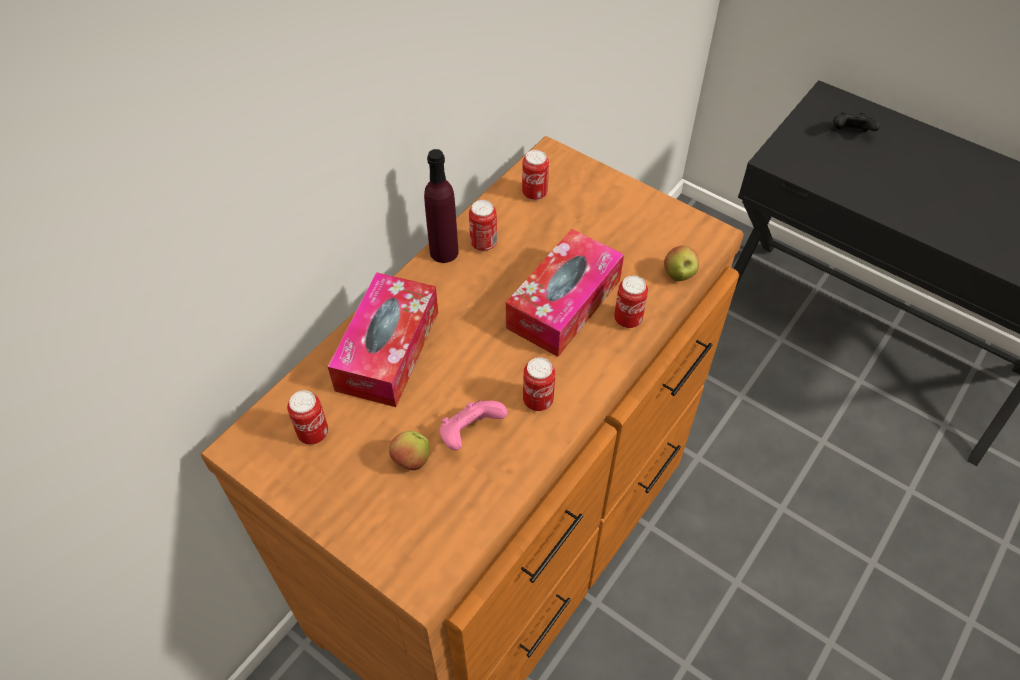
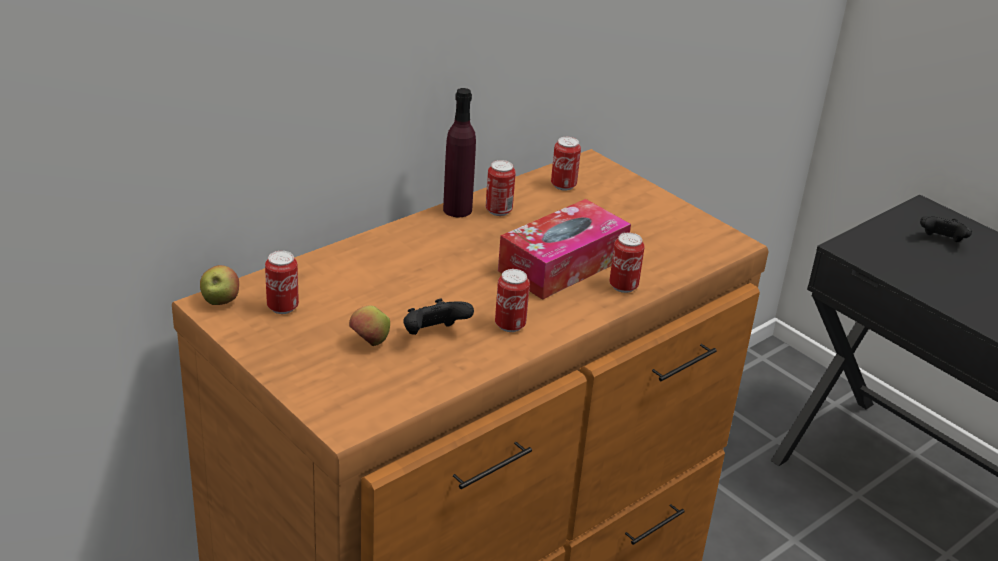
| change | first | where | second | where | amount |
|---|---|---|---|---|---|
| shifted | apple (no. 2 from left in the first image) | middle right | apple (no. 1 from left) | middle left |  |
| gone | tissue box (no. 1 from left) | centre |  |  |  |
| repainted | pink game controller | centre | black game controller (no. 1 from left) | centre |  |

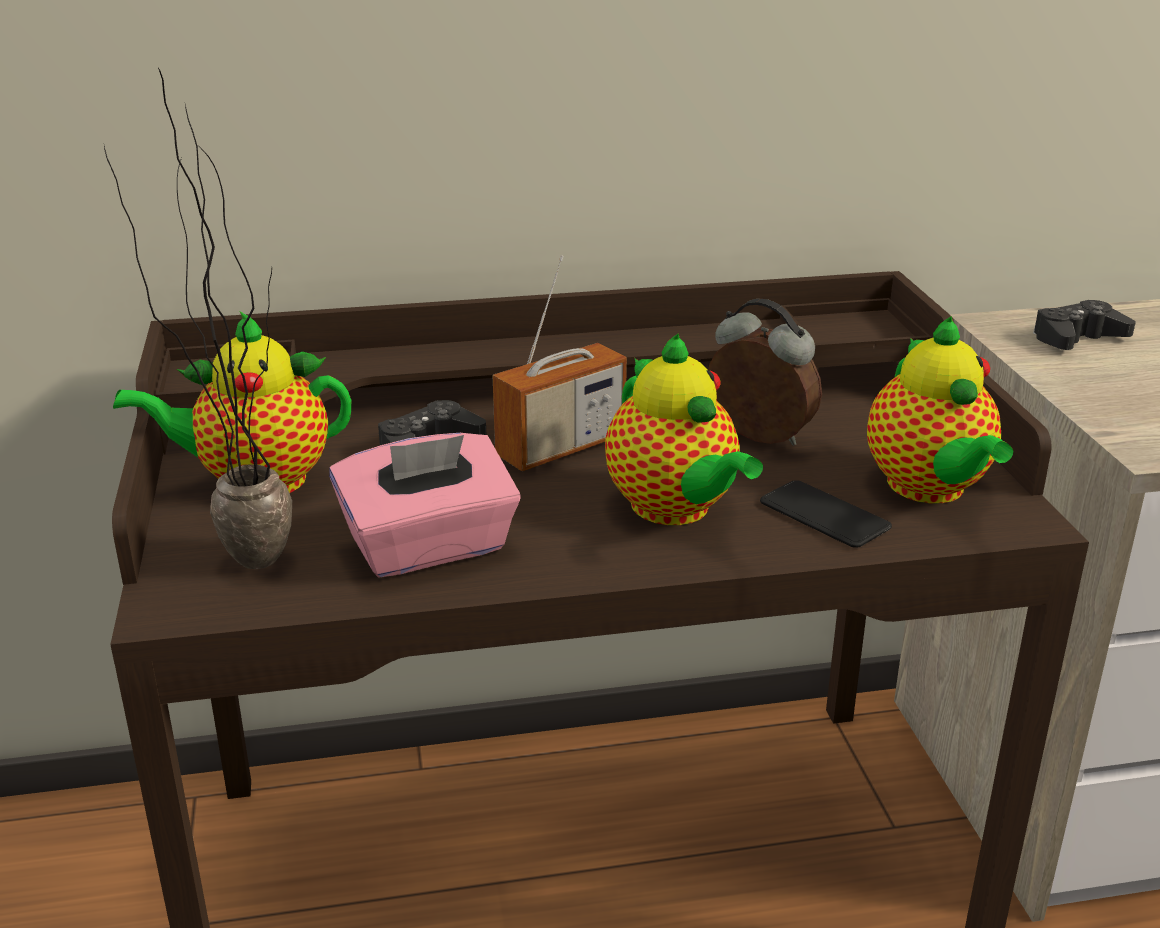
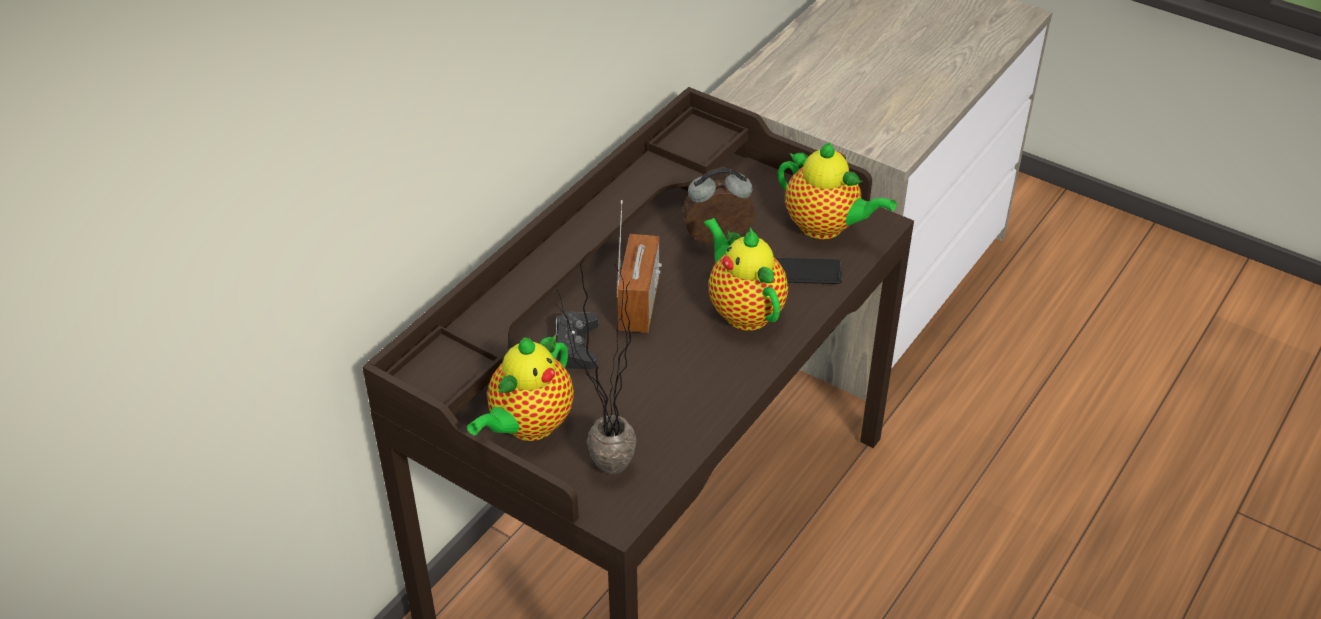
| change | first | where | second | where | amount |
|---|---|---|---|---|---|
| gone | black game controller (no. 2 from left) | middle right |  |  |  |
| rotated | teapot (no. 2 from left) | centre |  | centre | 135 degrees counterclockwise |
| gone | pink tissue box | centre |  |  |  |

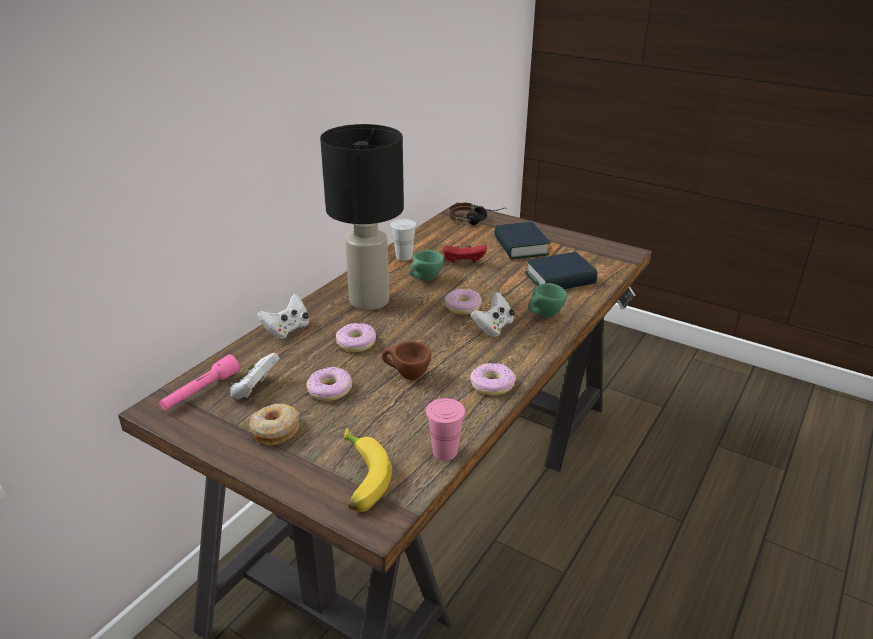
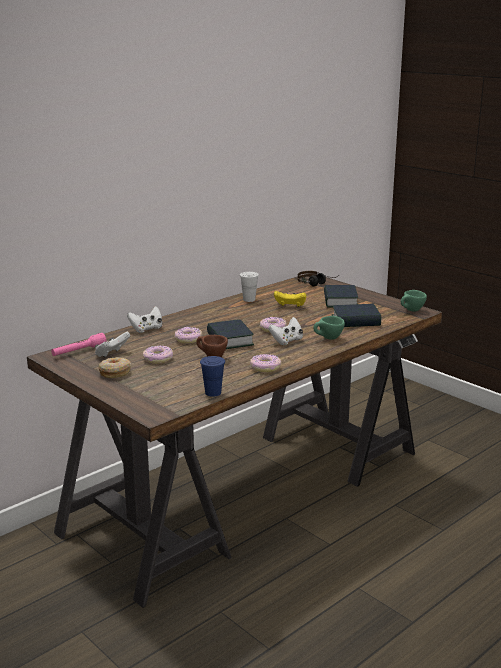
| change | first | where | second | where | amount |
|---|---|---|---|---|---|
| gone | black table lamp | centre |  |  |  |
| repainted | red game controller | centre | yellow game controller | centre |  |
| shifted | green cup (no. 1 from left in the first image) | centre | green cup (no. 2 from left) | middle right |  |
| repainted | pink cup | bottom centre | blue cup | centre |  |
| gone | banana | bottom centre |  |  |  |
| new |  |  | book (no. 1 from left) | centre |  |

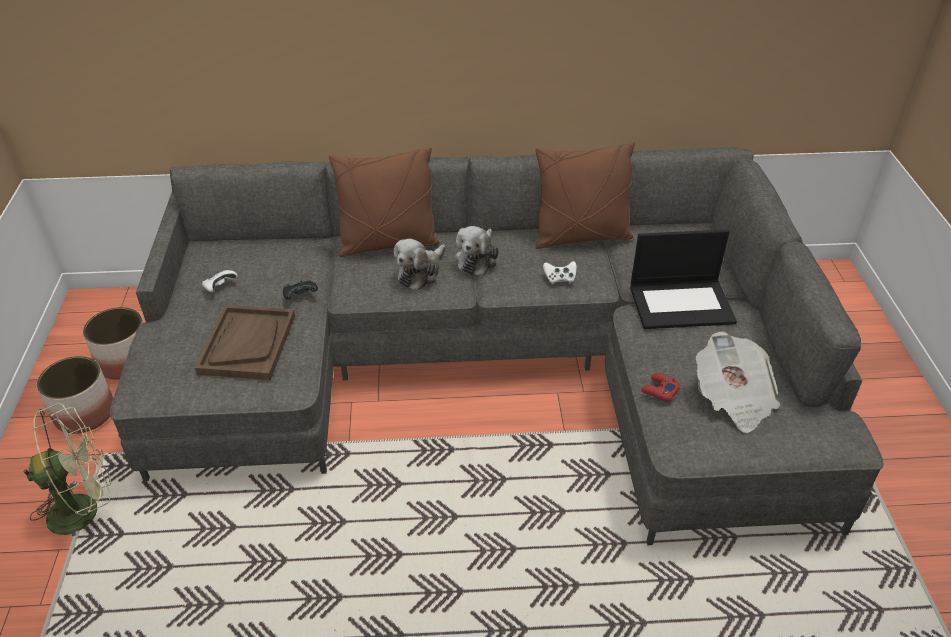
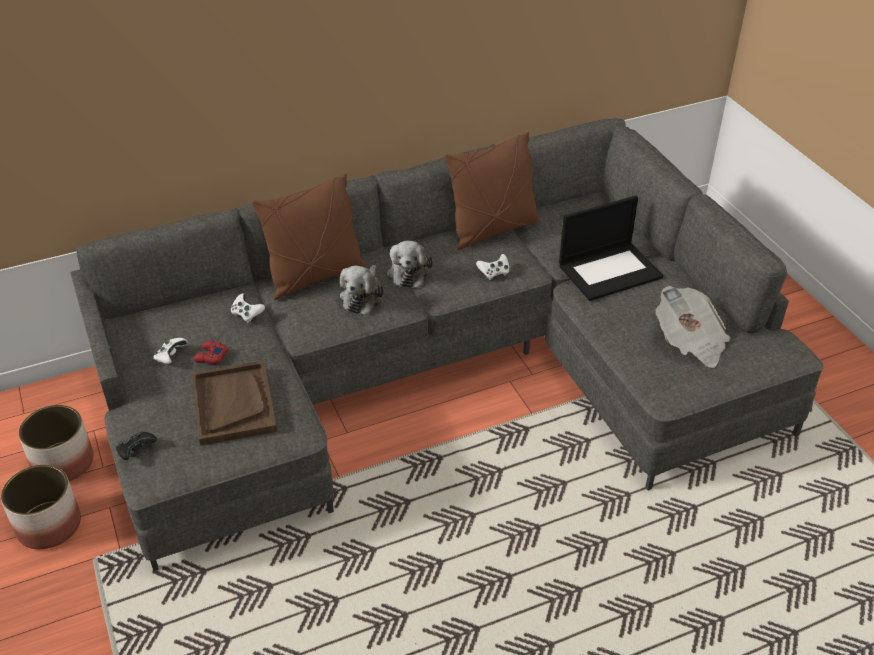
| change | first | where | second | where | amount |
|---|---|---|---|---|---|
| shifted | black game controller | middle left |  | bottom left |  |
| shifted | red game controller | middle right |  | middle left |  |
| gone | green fan | bottom left |  |  |  |
| new |  |  | white game controller (no. 2 from left) | middle left |  |

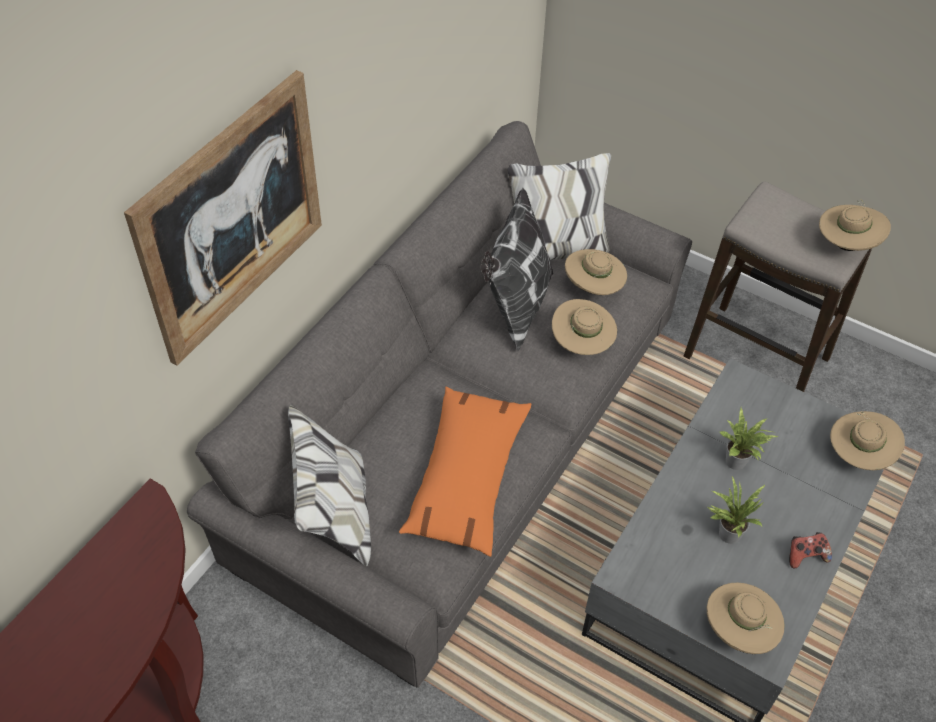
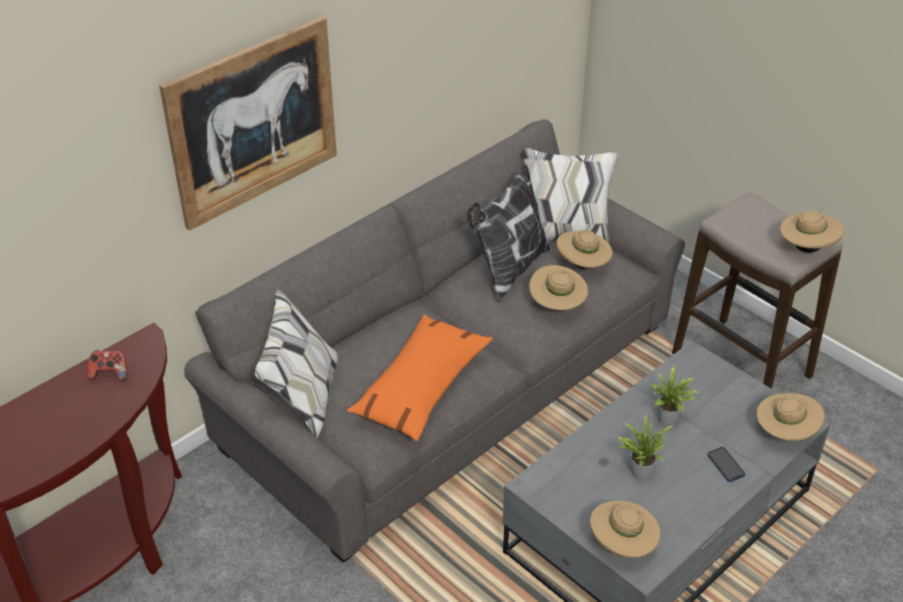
| change | first | where | second | where | amount |
|---|---|---|---|---|---|
| shifted | game controller | bottom right |  | middle left |  |
| new |  |  | phone | bottom right |  |

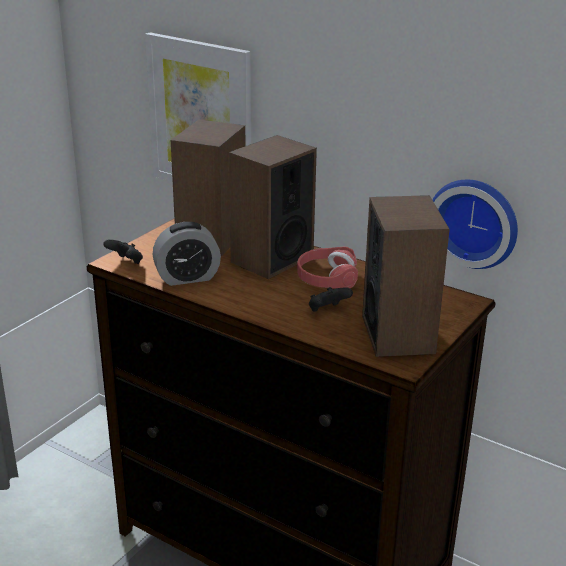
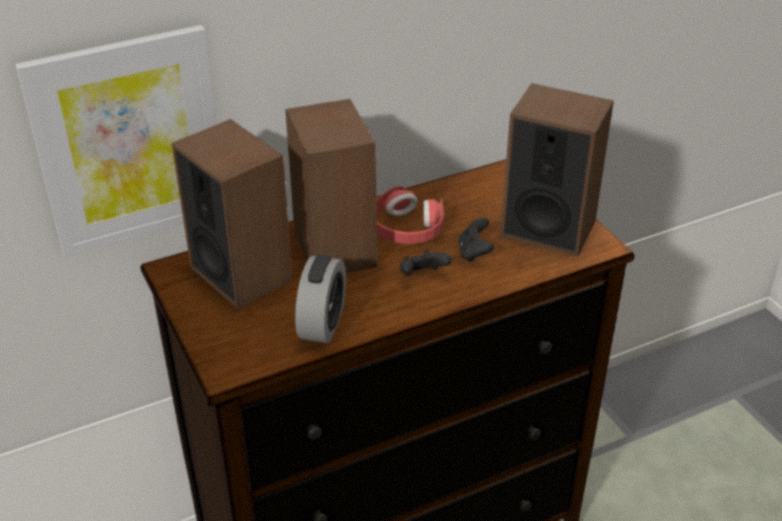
| change | first | where | second | where | amount |
|---|---|---|---|---|---|
| gone | wall clock | middle right |  |  |  |
| shifted | black game controller (no. 1 from left) | middle left |  | centre |  |

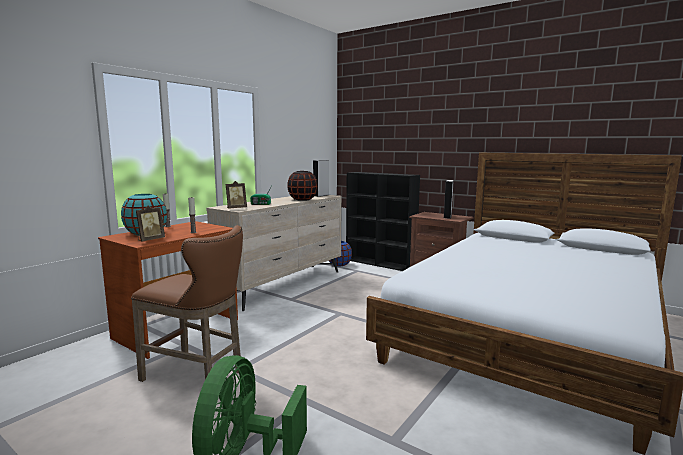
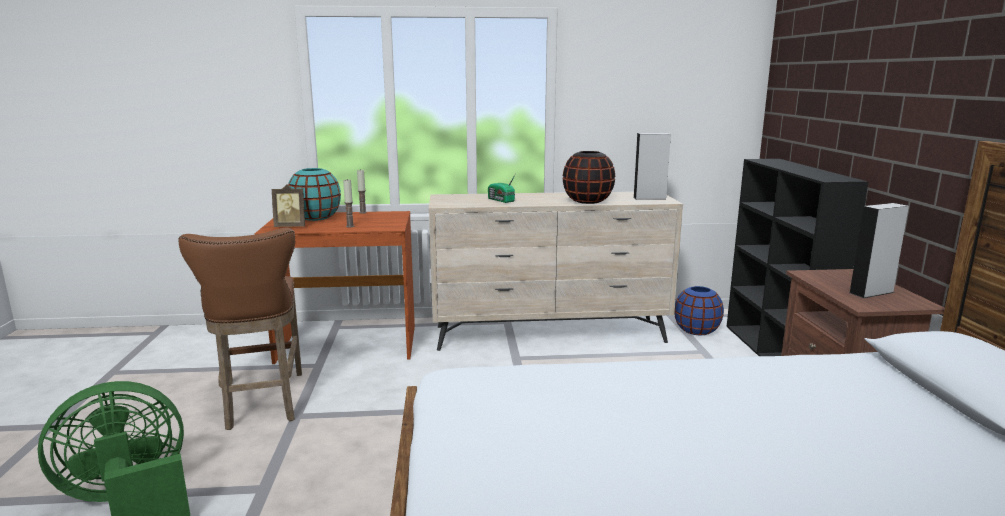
| change | first | where | second | where | amount |
|---|---|---|---|---|---|
| gone | picture frame (no. 2 from left) | centre |  |  |  |

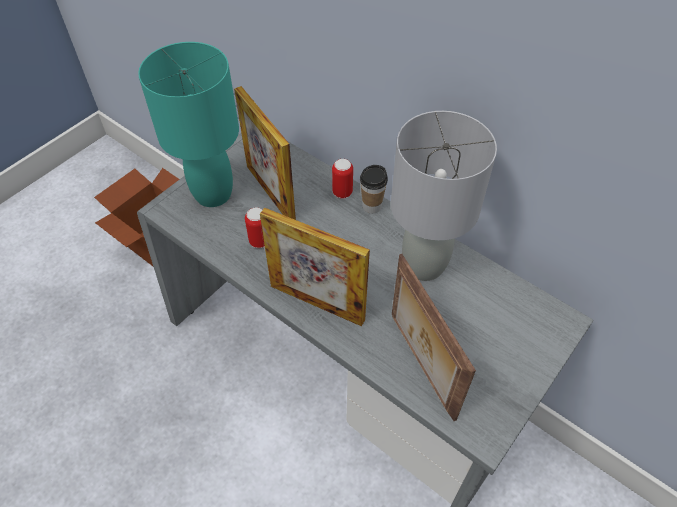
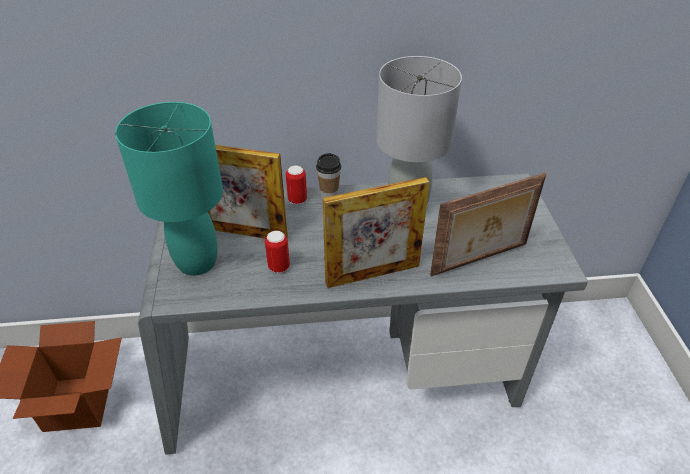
| change | first | where | second | where | amount |
|---|---|---|---|---|---|
| rotated | picture frame (no. 3 from left) | centre |  | middle right | 45 degrees counterclockwise |

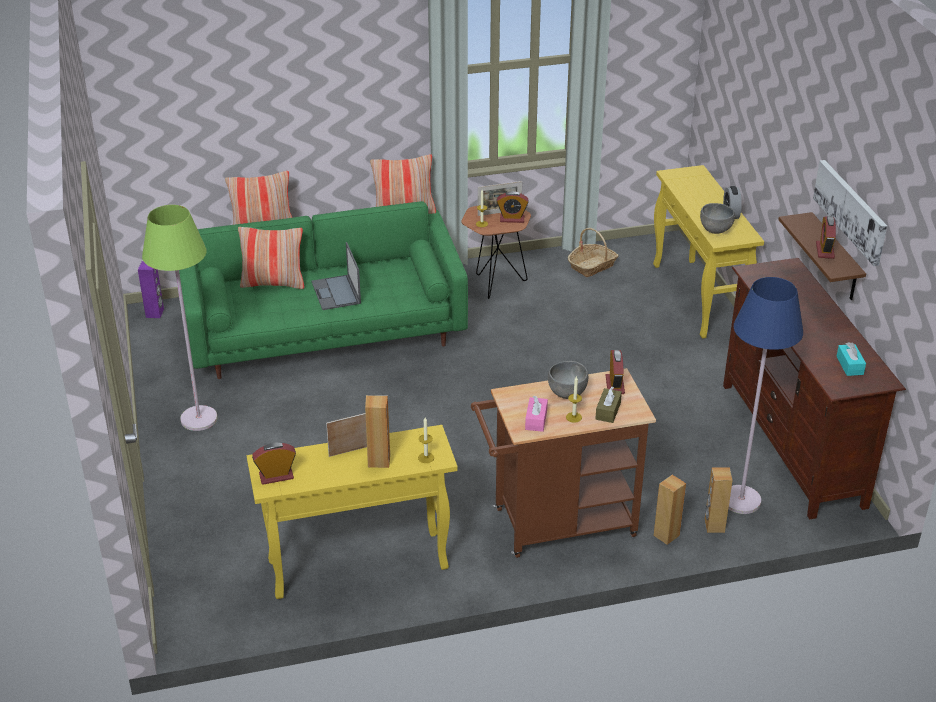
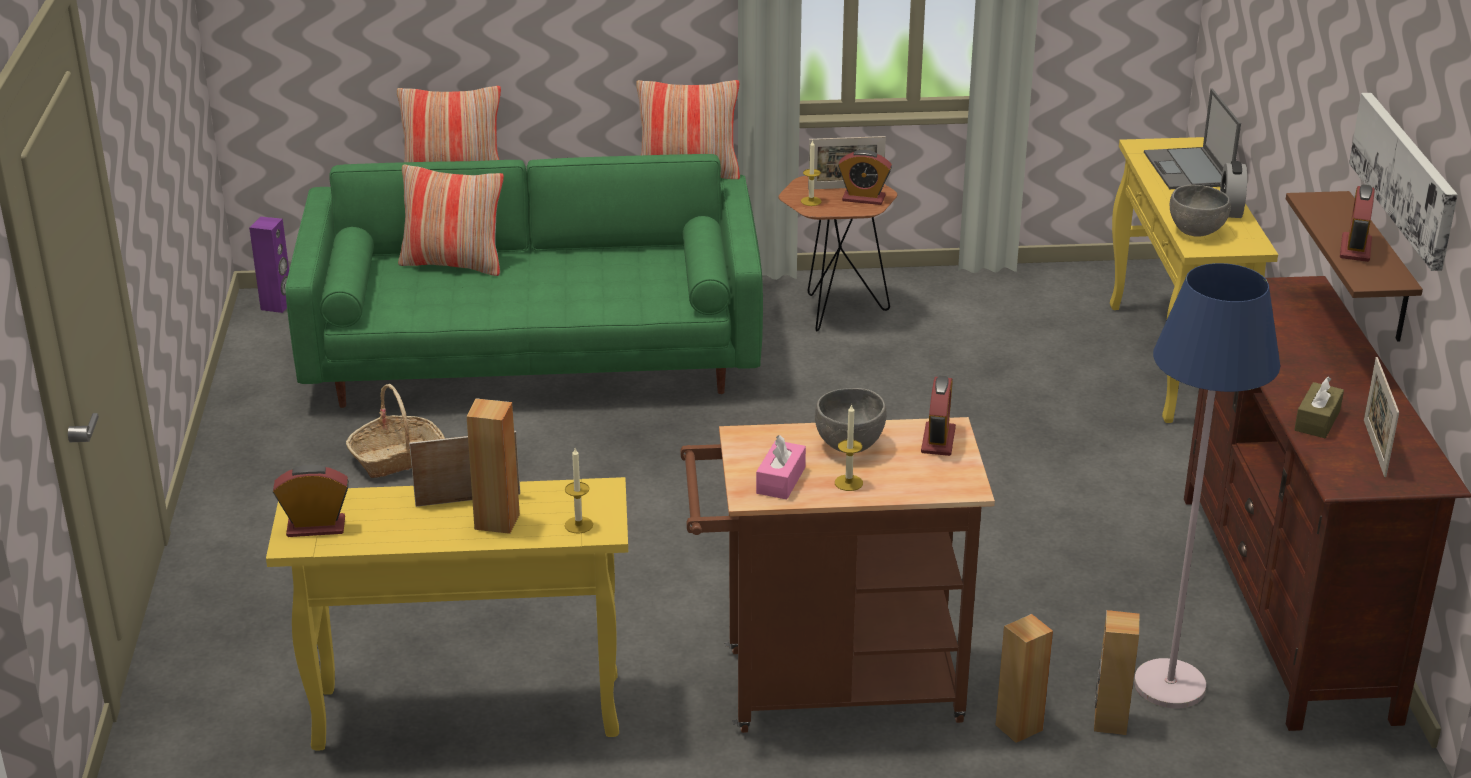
| change | first | where | second | where | amount |
|---|---|---|---|---|---|
| gone | green floor lamp | middle left |  |  |  |
| shifted | basket | centre |  | middle left |  |
| shifted | laptop | centre |  | top right |  |
| swapped | turquoise tissue box | middle right | picture frame (no. 3 from left) | middle right |  |
| shifted | brown tissue box | centre |  | middle right |  |

